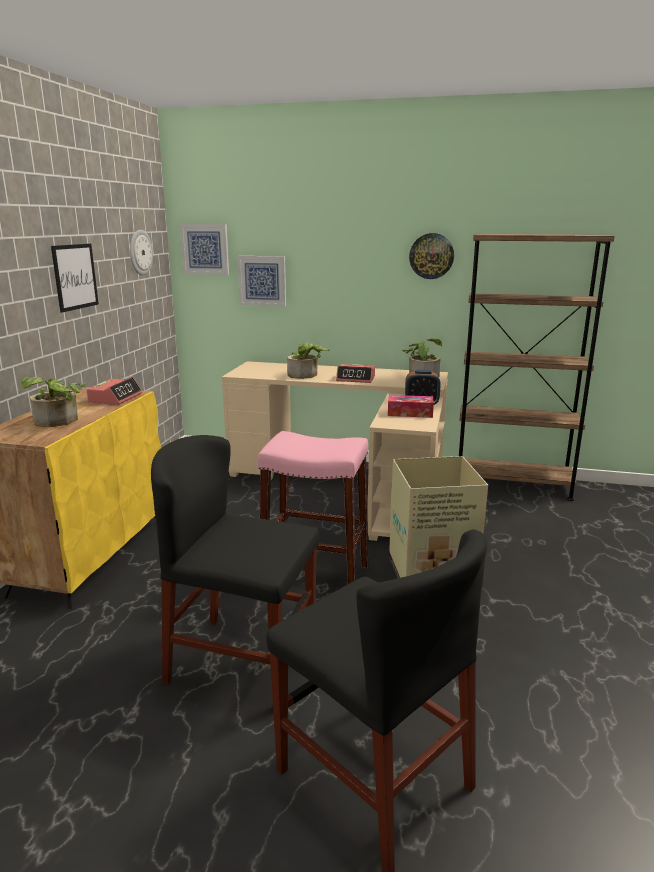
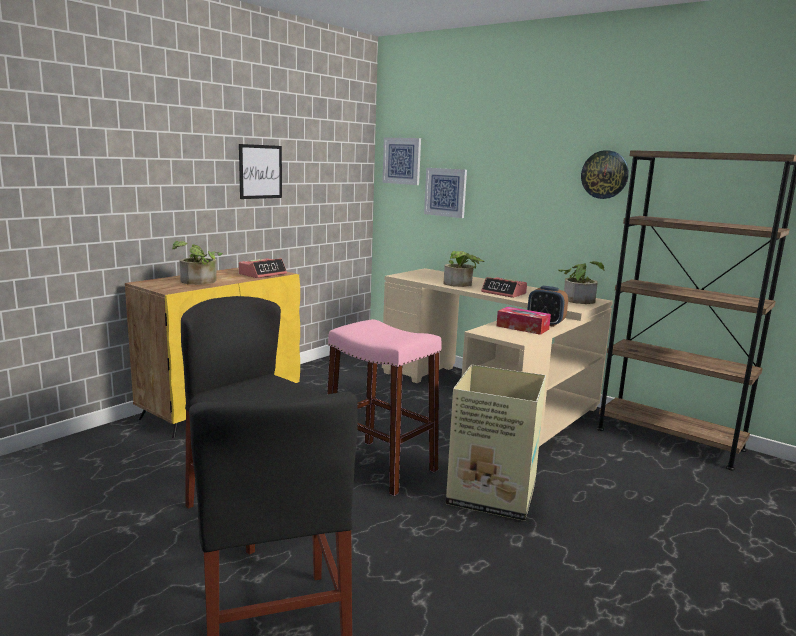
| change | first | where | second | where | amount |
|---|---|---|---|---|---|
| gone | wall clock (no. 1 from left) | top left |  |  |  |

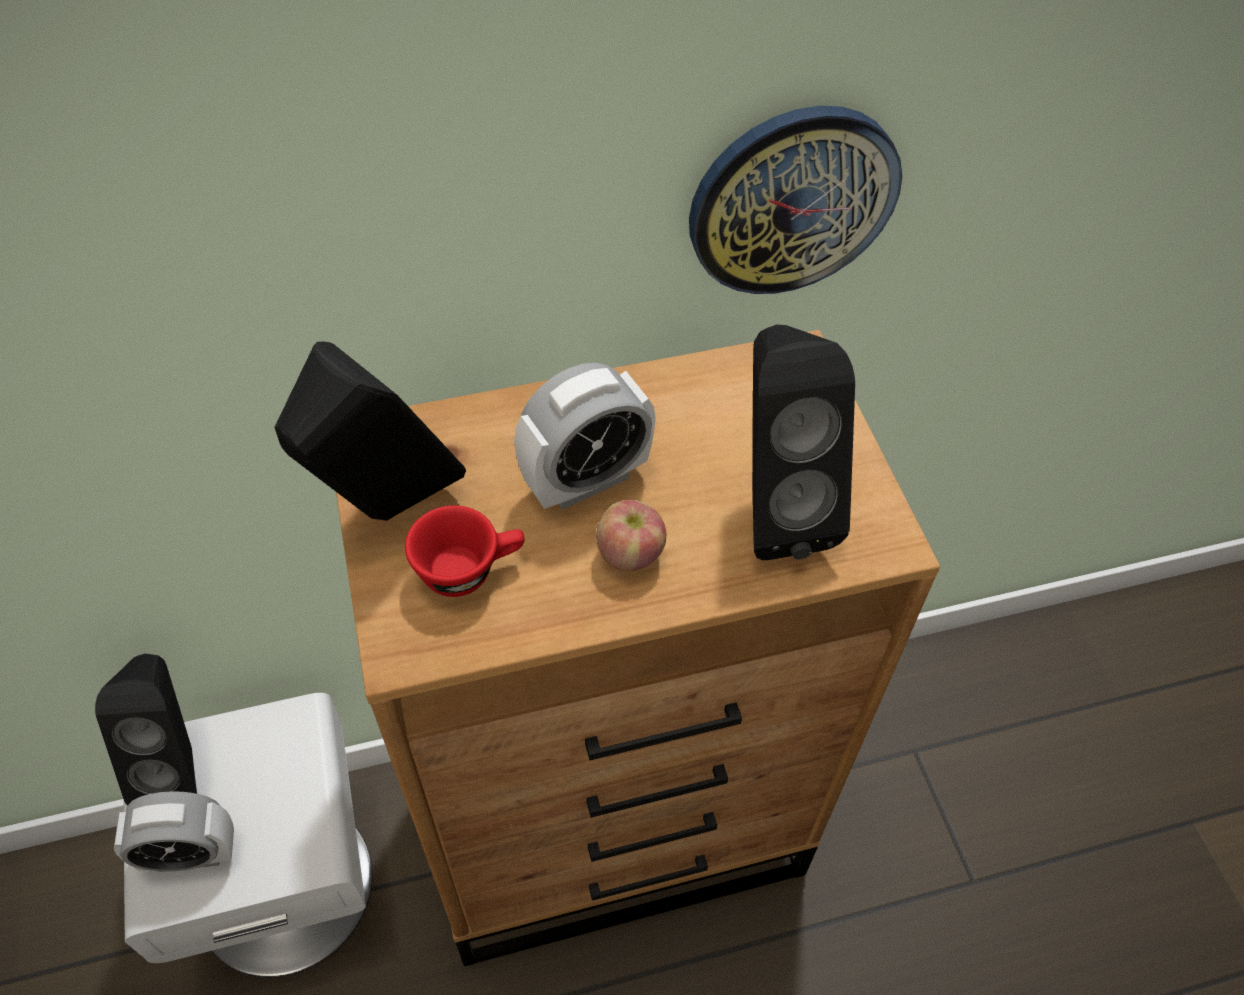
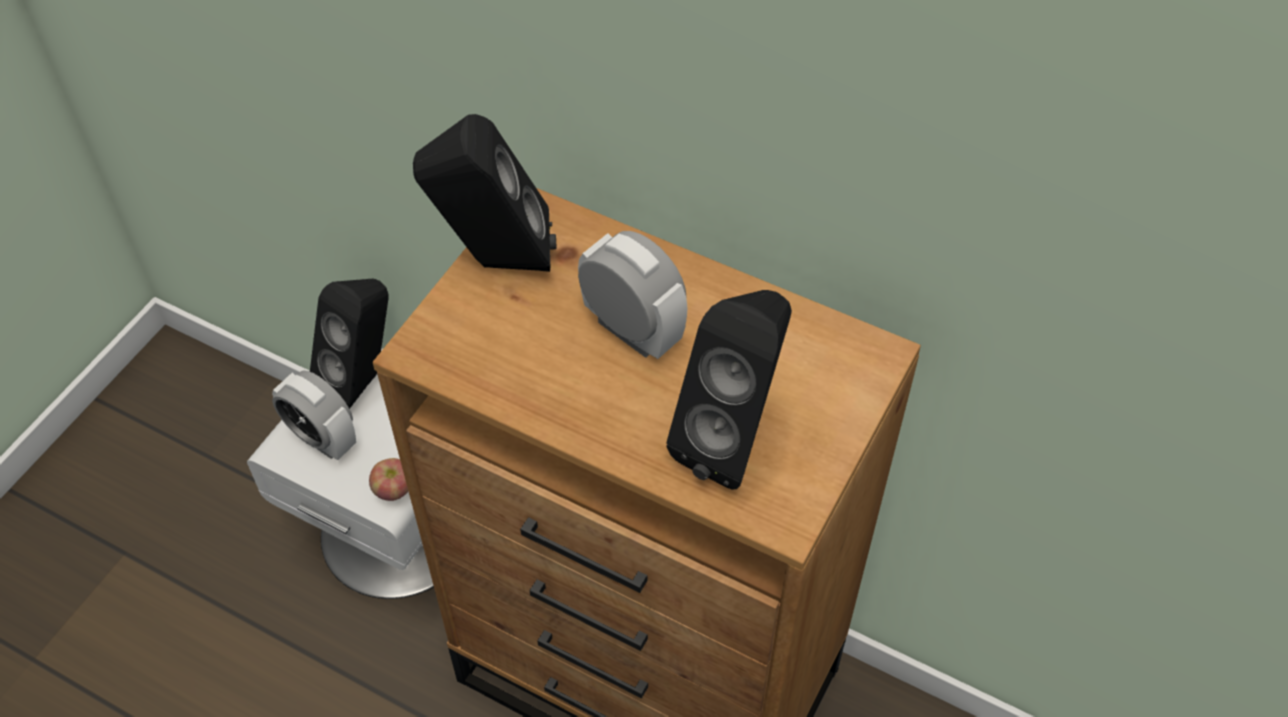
| change | first | where | second | where | amount |
|---|---|---|---|---|---|
| gone | wall clock | top centre |  |  |  |
| rotated | alarm clock (no. 2 from left) | centre |  | centre | 150 degrees counterclockwise |
| shifted | apple | centre |  | bottom left |  |
| gone | red cup | centre |  |  |  |

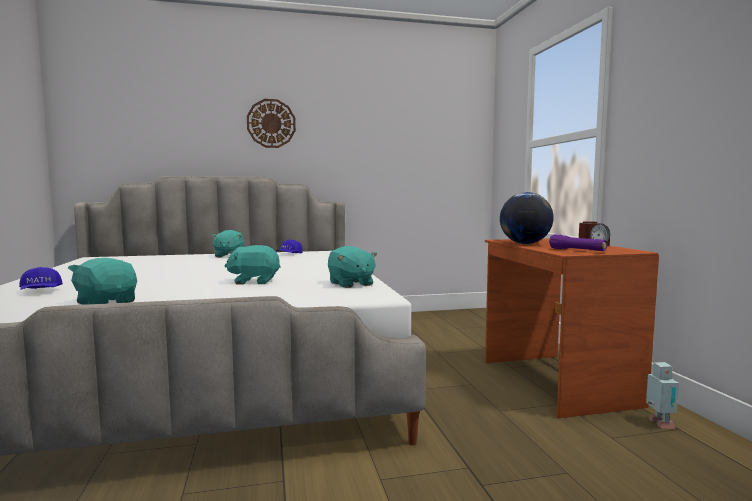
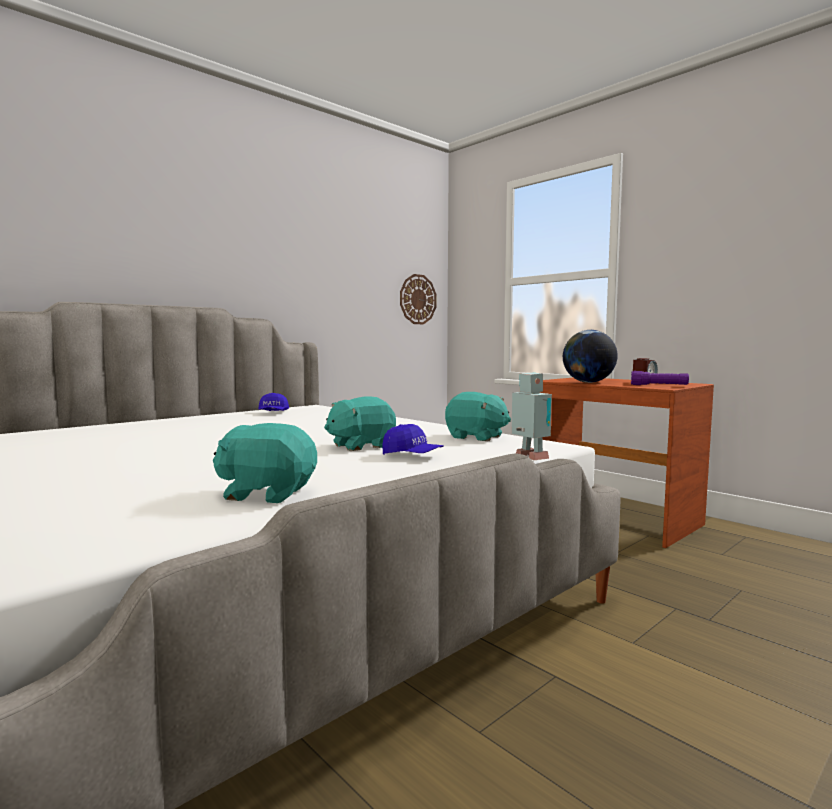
| change | first | where | second | where | amount |
|---|---|---|---|---|---|
| shifted | wall clock | top centre |  | centre |  |
| gone | turquoise plush toy (no. 2 from left) | middle left |  |  |  |
| shifted | blue cap (no. 1 from left in the first image) | middle left | blue cap (no. 2 from left) | centre |  |
| shifted | toy robot | bottom right |  | centre |  |

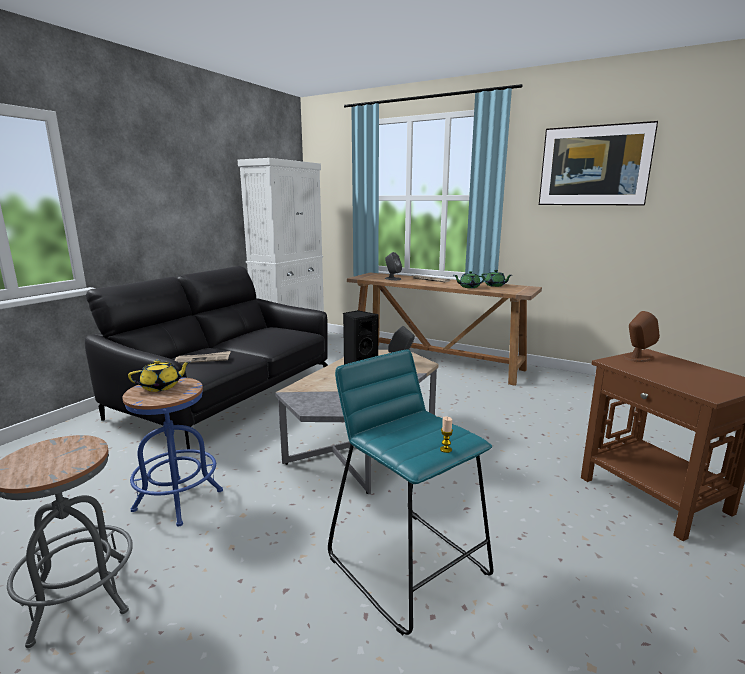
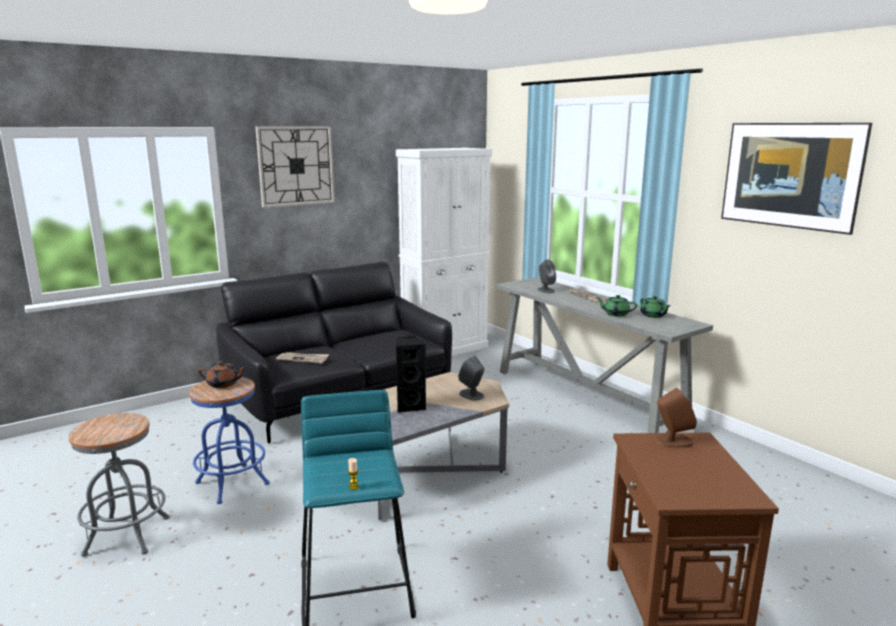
| change | first | where | second | where | amount |
|---|---|---|---|---|---|
| repainted | brown console table | centre | grey console table | middle right |  |
| repainted | yellow teapot | middle left | brown teapot | middle left |  |
| new |  |  | wall clock | top left |  |

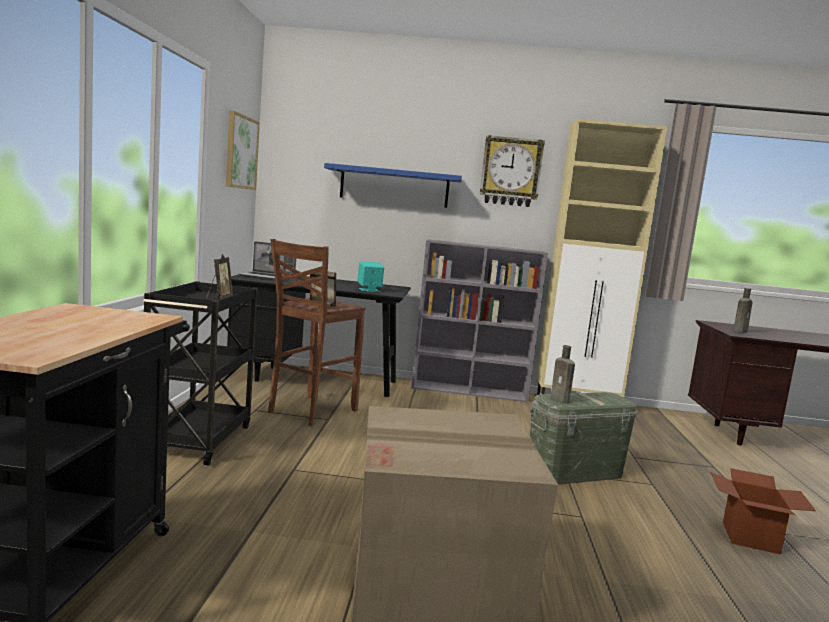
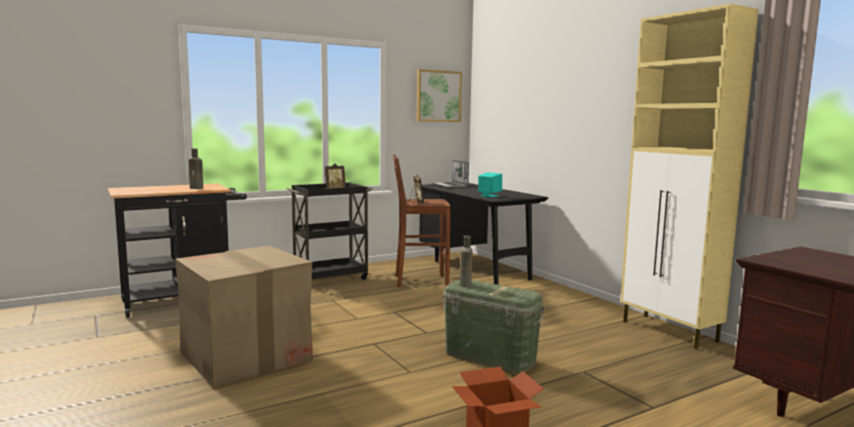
| change | first | where | second | where | amount |
|---|---|---|---|---|---|
| gone | wall clock | top centre |  |  |  |
| gone | blue shelf | top centre |  |  |  |
| gone | grey bookcase | centre |  |  |  |
| shifted | brown bottle (no. 2 from left in the first image) | middle right | brown bottle (no. 1 from left) | middle left |  |

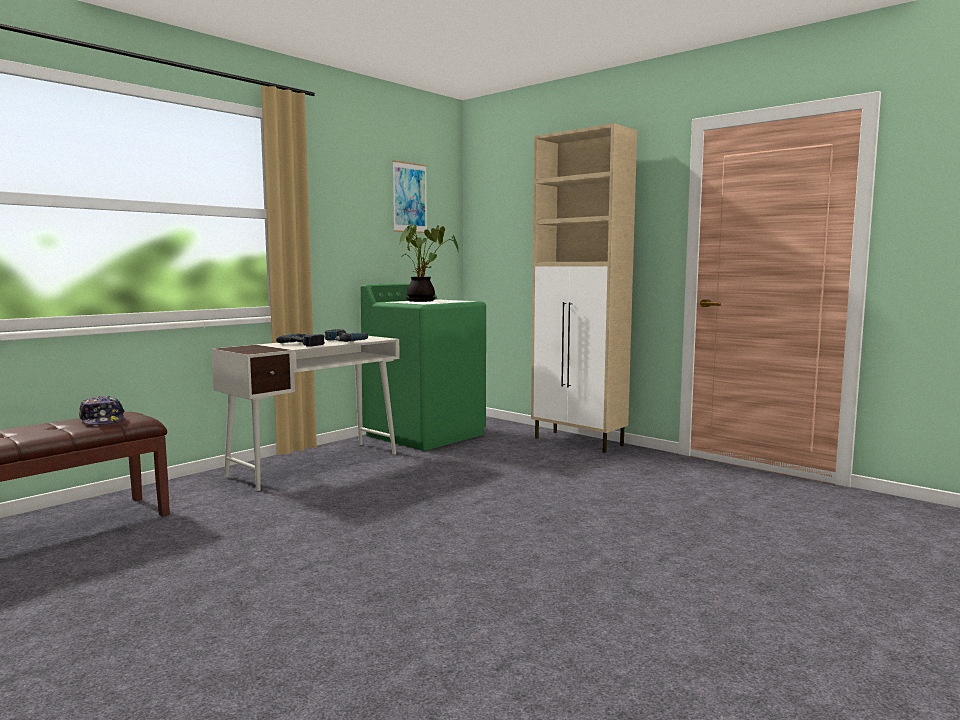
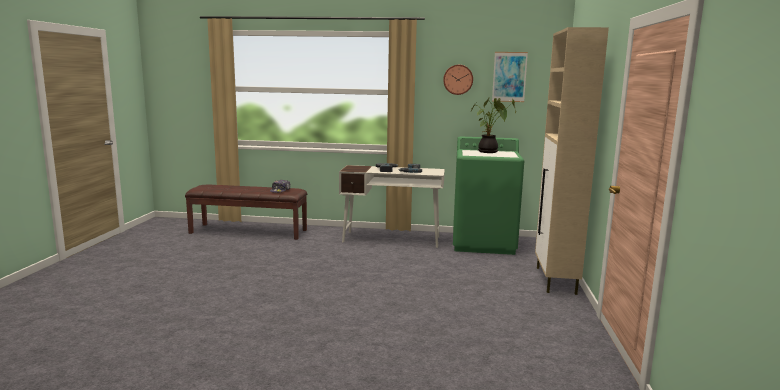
| change | first | where | second | where | amount |
|---|---|---|---|---|---|
| new |  |  | wall clock | top centre |  |

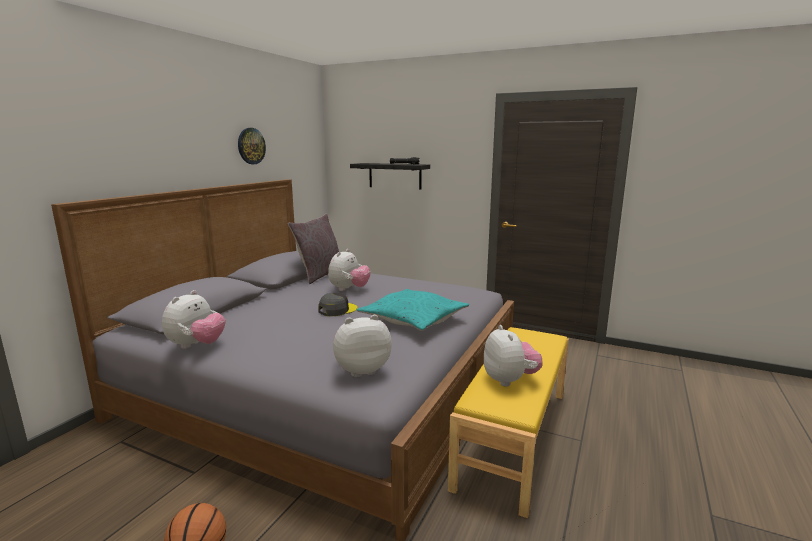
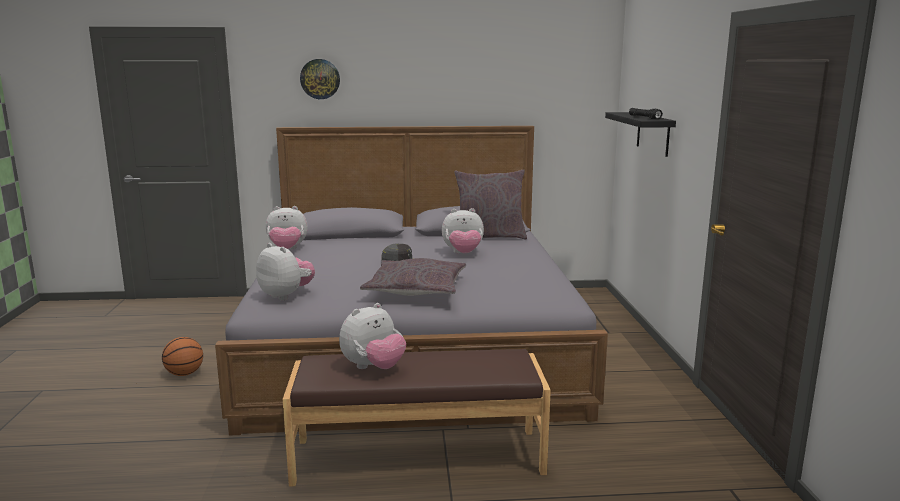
| change | first | where | second | where | amount |
|---|---|---|---|---|---|
| shifted | wall clock | top left |  | top centre |  |
| repainted | turquoise pillow | centre | grey pillow (no. 1 from left) | centre |  |
| repainted | yellow bench | bottom centre | brown bench | bottom centre |  |

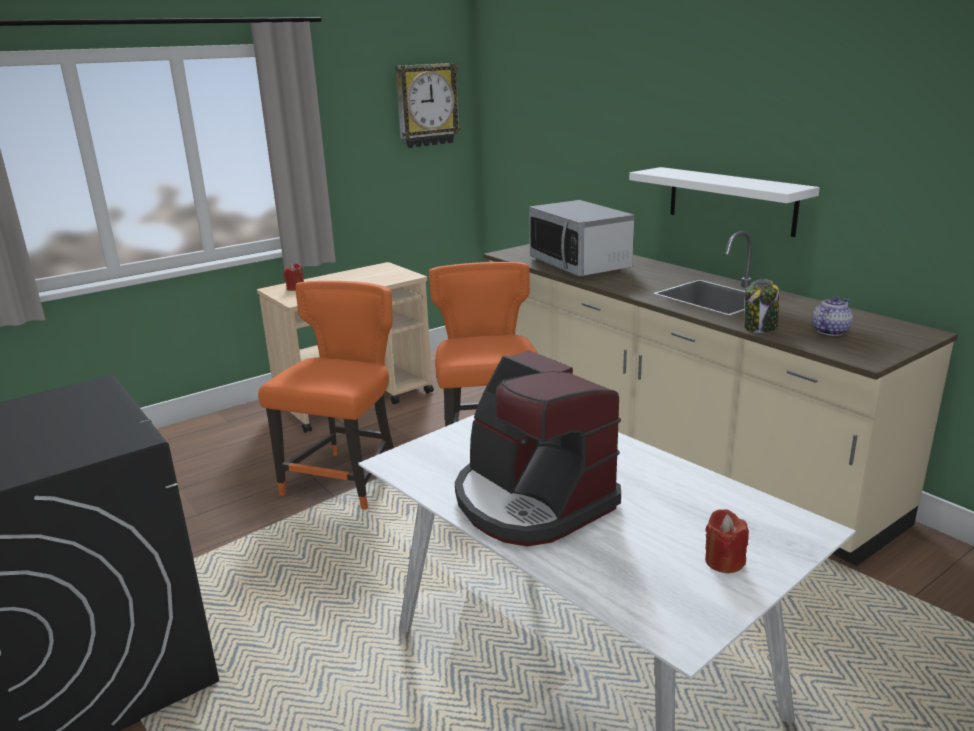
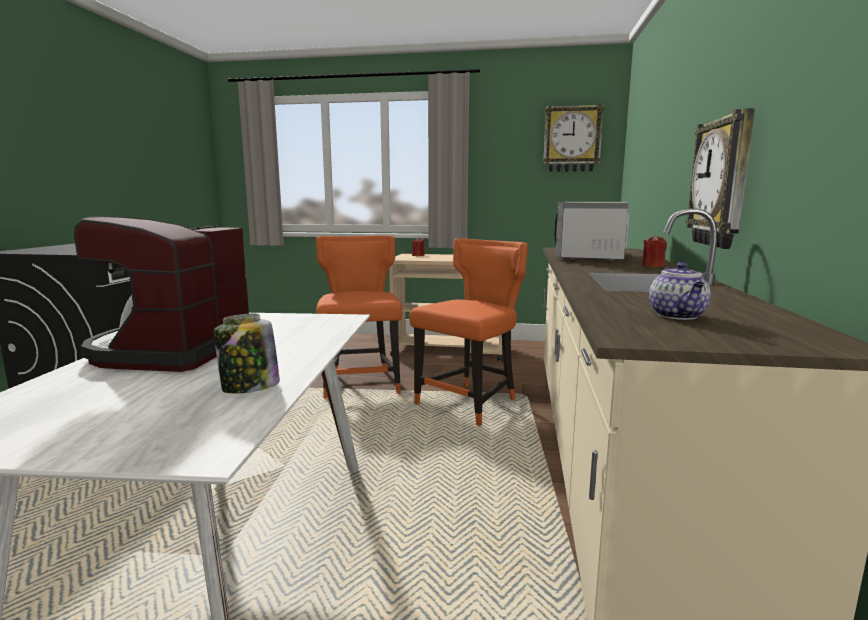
| change | first | where | second | where | amount |
|---|---|---|---|---|---|
| swapped | white shelf | top right | wall clock (no. 2 from left) | top right |  |
| shifted | jar | middle right |  | middle left |  |
| rotated | orange chair (no. 1 from left) | centre |  | centre | 75 degrees counterclockwise |
| rotated | teapot | middle right |  | middle right | 90 degrees clockwise |
| shifted | red candle (no. 2 from left) | bottom right |  | middle right |  |

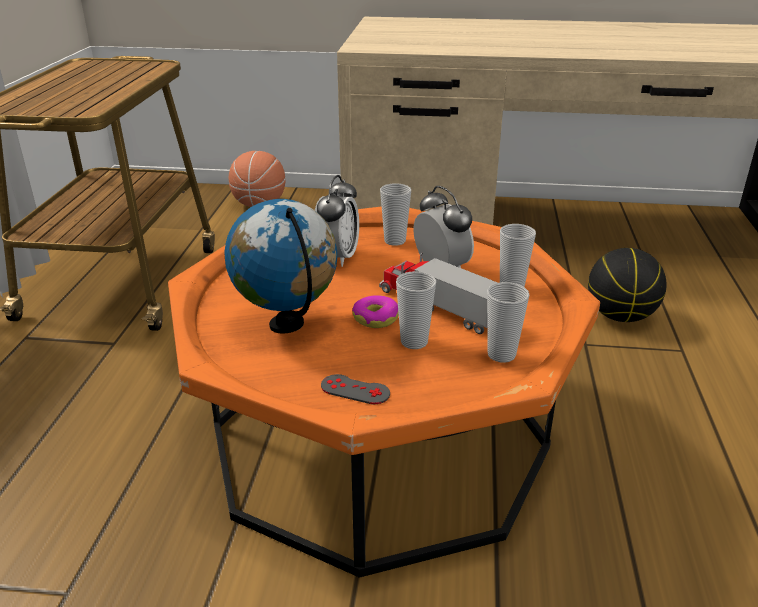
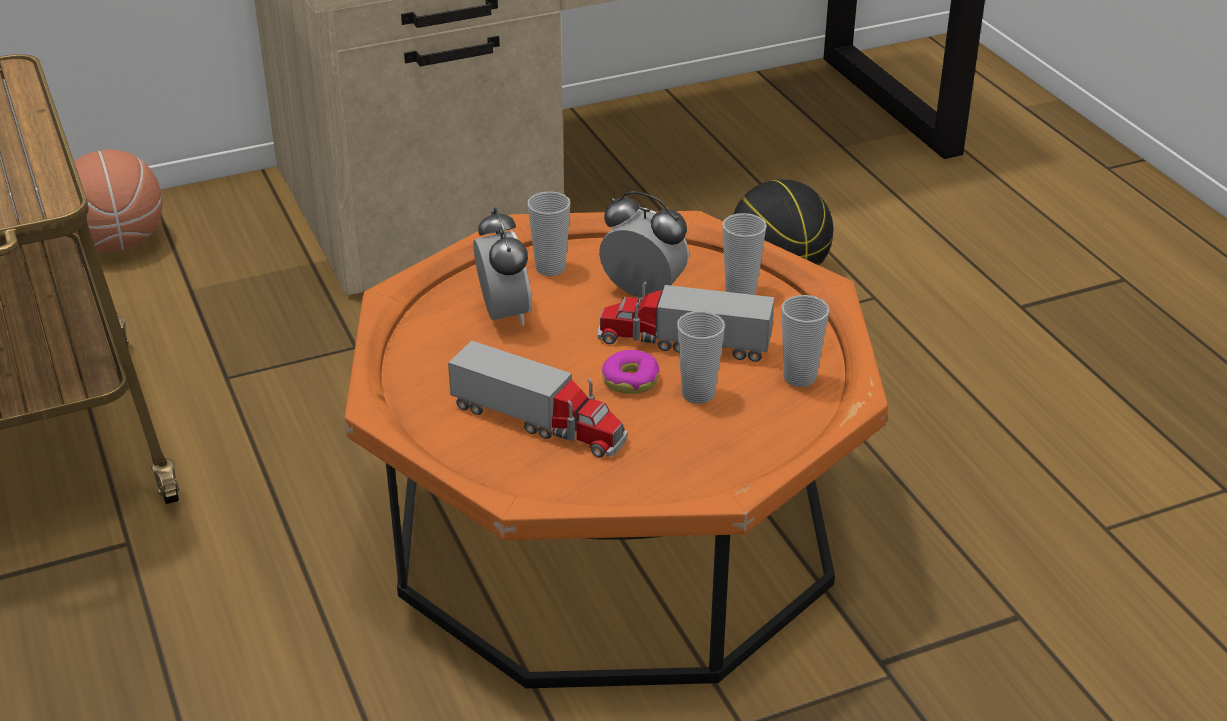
| change | first | where | second | where | amount |
|---|---|---|---|---|---|
| swapped | globe | centre | toy truck (no. 1 from left) | centre |  |
| gone | grey game controller | centre |  |  |  |

